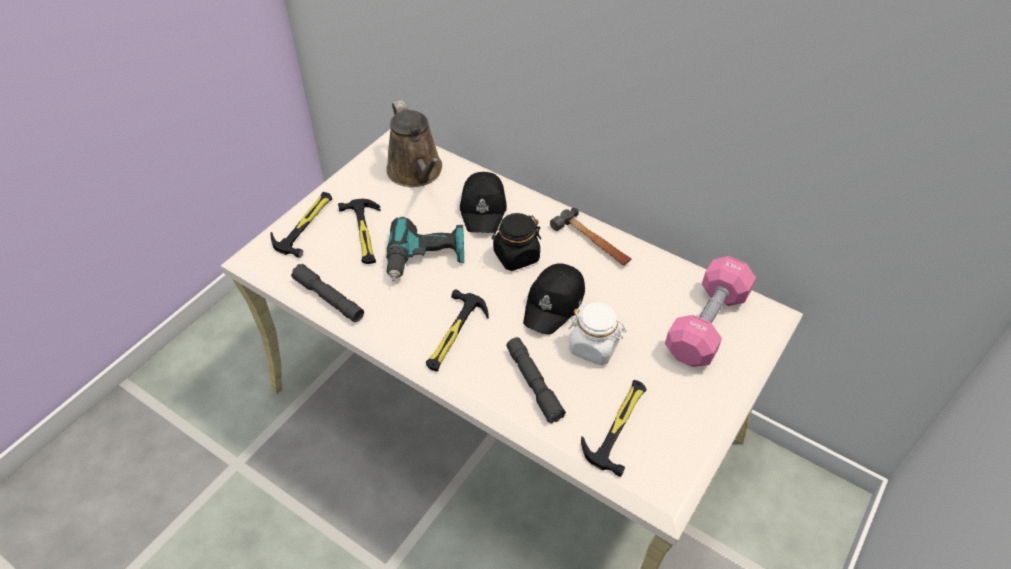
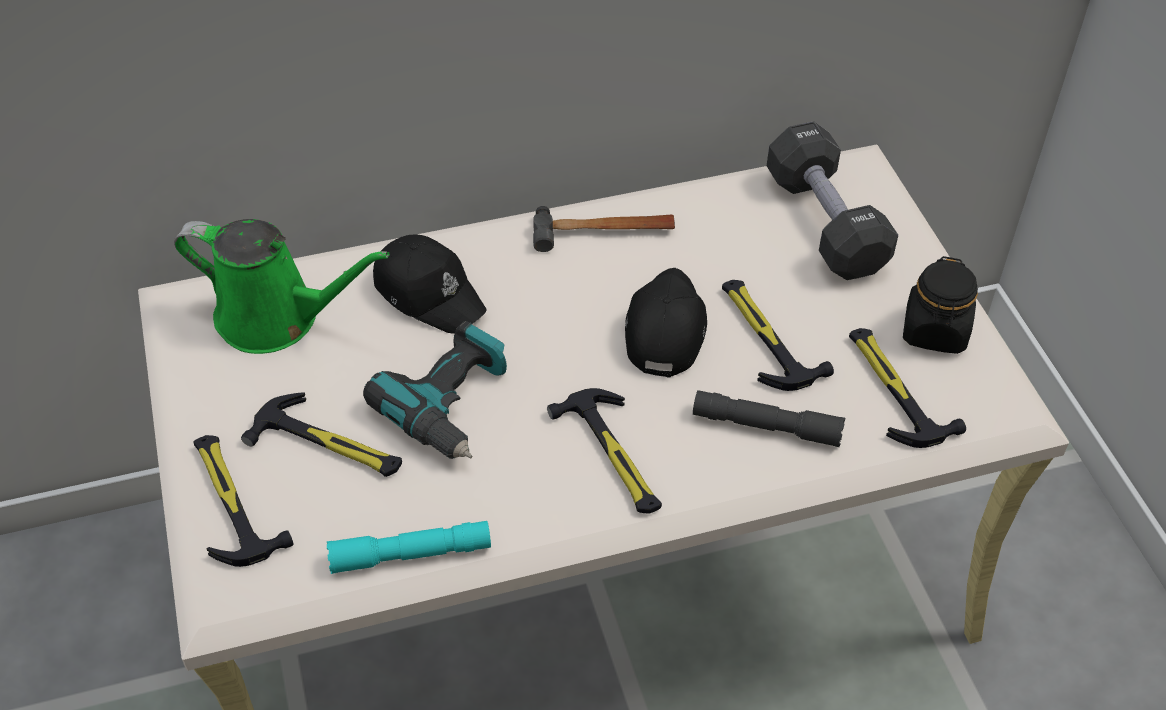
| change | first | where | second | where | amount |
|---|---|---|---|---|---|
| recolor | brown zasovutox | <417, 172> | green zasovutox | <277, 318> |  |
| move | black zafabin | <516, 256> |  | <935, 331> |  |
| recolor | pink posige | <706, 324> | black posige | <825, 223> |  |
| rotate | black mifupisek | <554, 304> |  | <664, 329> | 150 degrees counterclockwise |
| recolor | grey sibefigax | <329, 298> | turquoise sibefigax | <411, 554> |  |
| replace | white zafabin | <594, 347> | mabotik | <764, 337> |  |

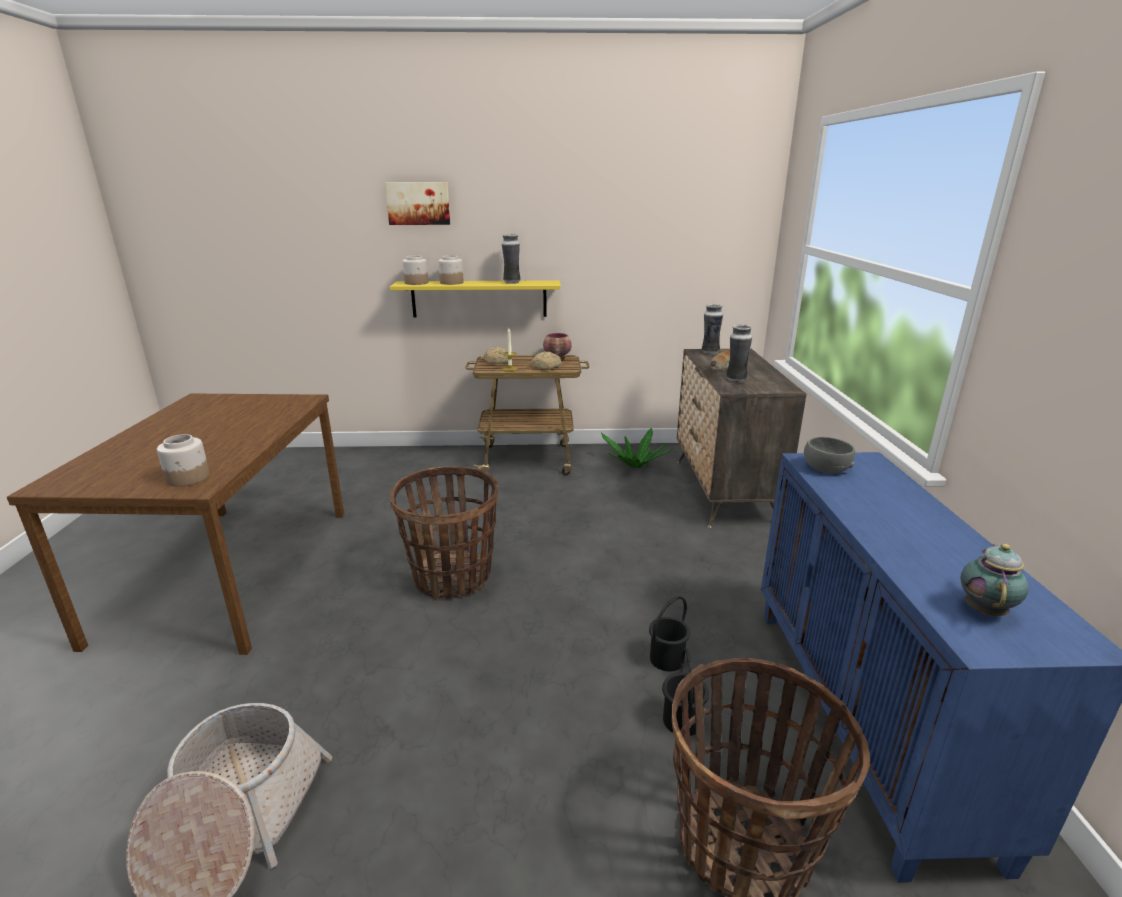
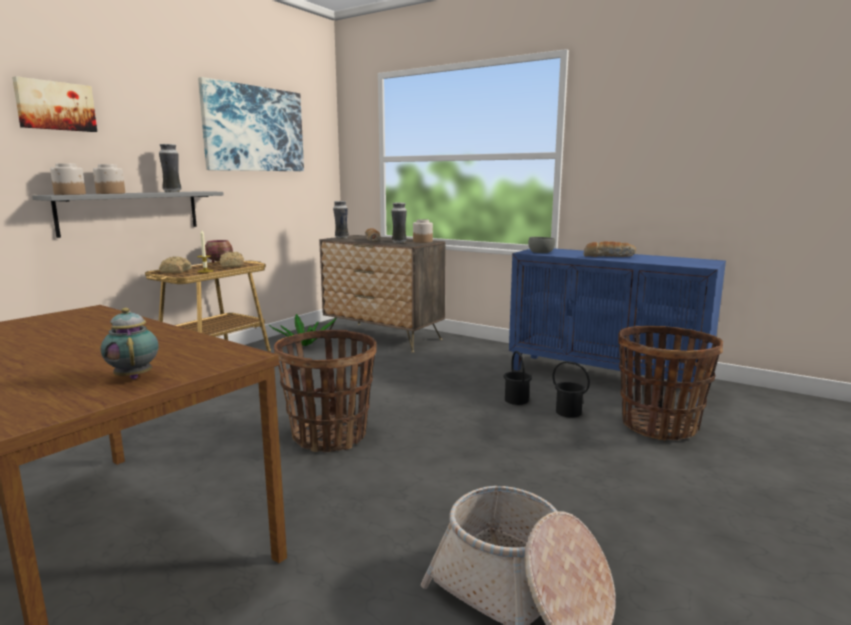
| change | first | where | second | where | amount |
|---|---|---|---|---|---|
| recolor | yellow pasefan | <479, 299> | grey pasefan | <131, 212> |  |
| move | zafabin | <188, 478> |  | <423, 241> |  |
| move | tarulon | <984, 609> |  | <134, 376> |  |
| insert |  |  | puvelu | <254, 129> |  |
| insert |  |  | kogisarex | <608, 256> |  |

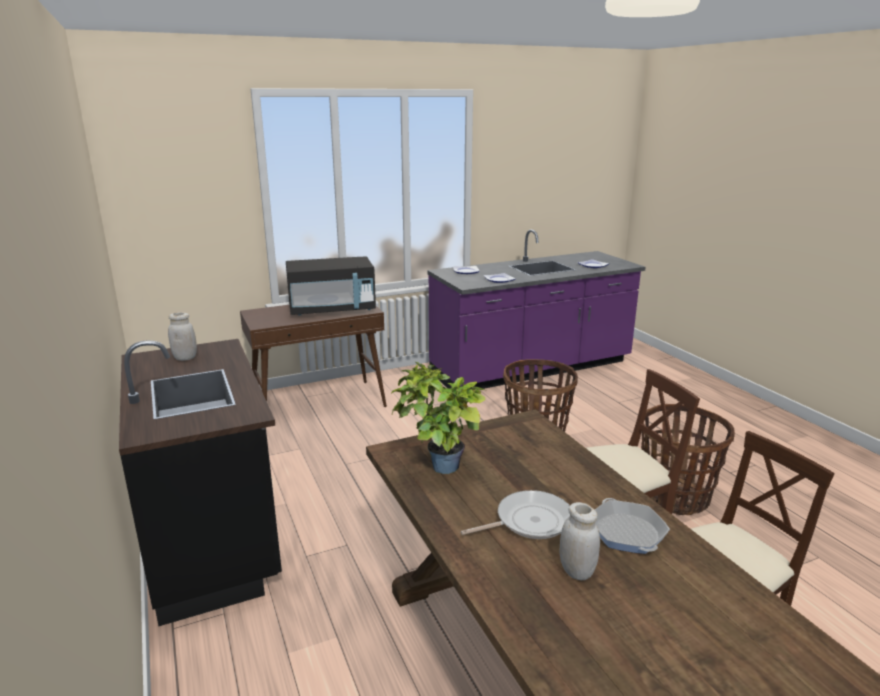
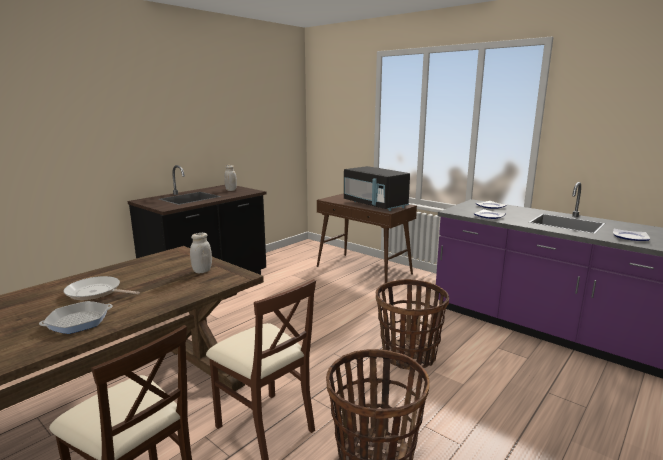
| change | first | where | second | where | amount |
|---|---|---|---|---|---|
| delete | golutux | <437, 469> |  |  |  |
| rotate | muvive | <529, 521> |  | <96, 292> | 150 degrees clockwise |
| move | white zafabin | <576, 571> |  | <202, 271> |  |

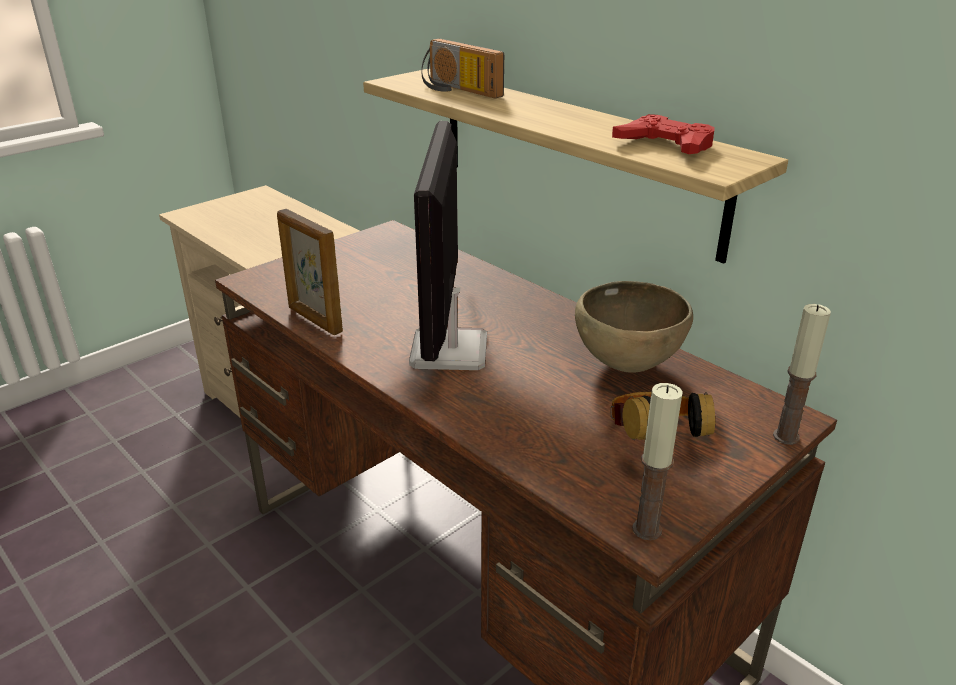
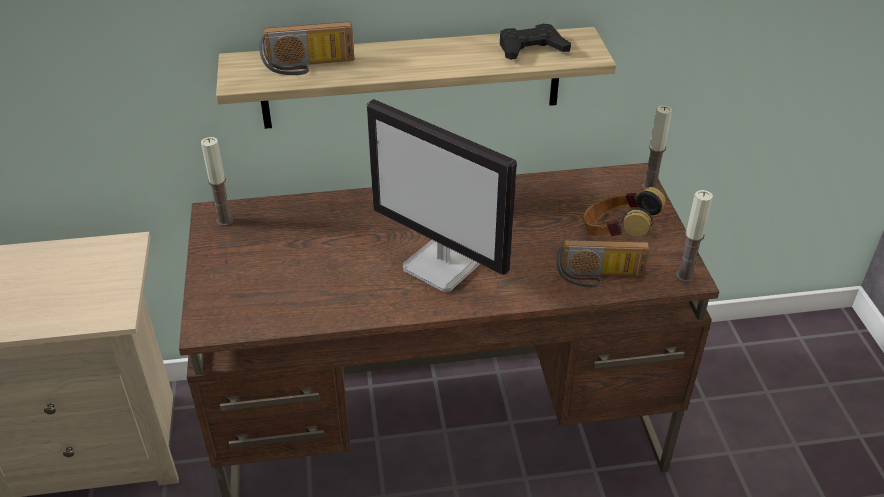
| change | first | where | second | where | amount |
|---|---|---|---|---|---|
| recolor | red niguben | <665, 145> | black niguben | <531, 49> |  |
| delete | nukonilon | <314, 320> |  |  |  |
| delete | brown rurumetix | <628, 365> |  |  |  |
| insert |  |  | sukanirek | <224, 220> |  |
| insert |  |  | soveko | <599, 277> |  |

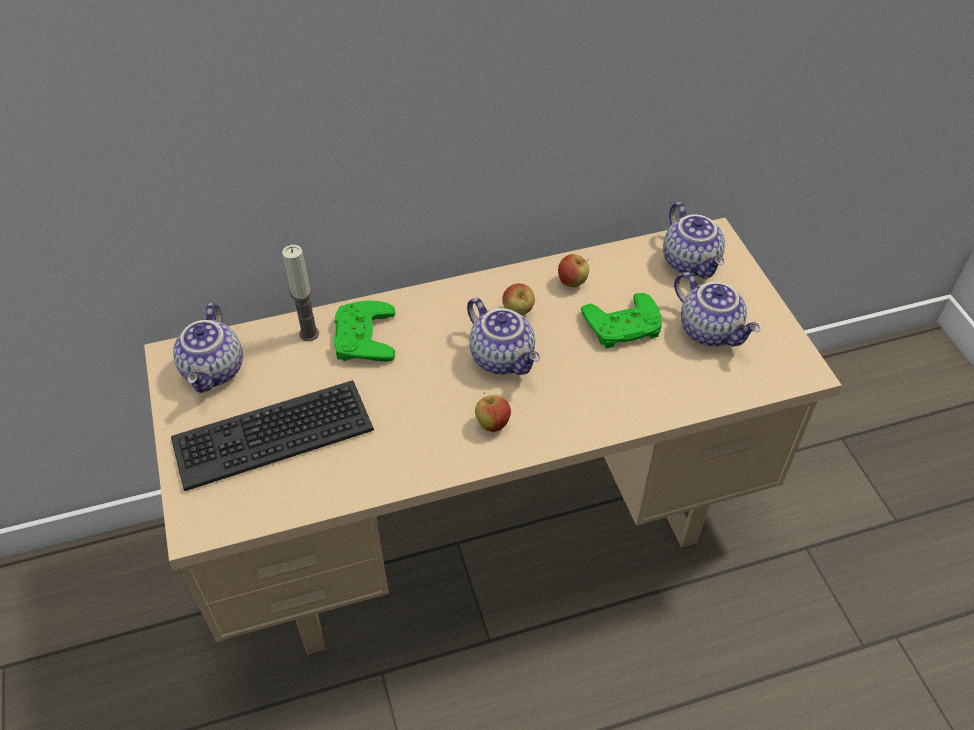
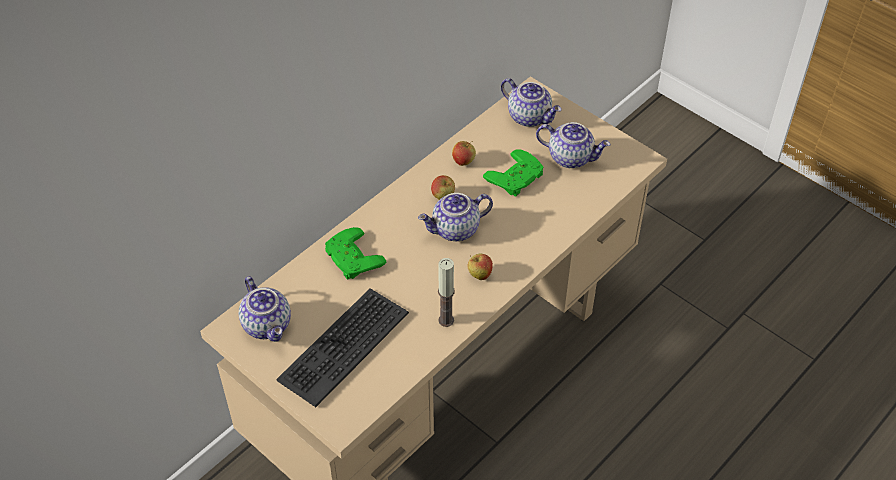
| change | first | where | second | where | amount |
|---|---|---|---|---|---|
| move | sukanirek | <309, 333> |  | <446, 320> |  |
| rotate | tarulon | <503, 358> |  | <455, 230> | 135 degrees clockwise |

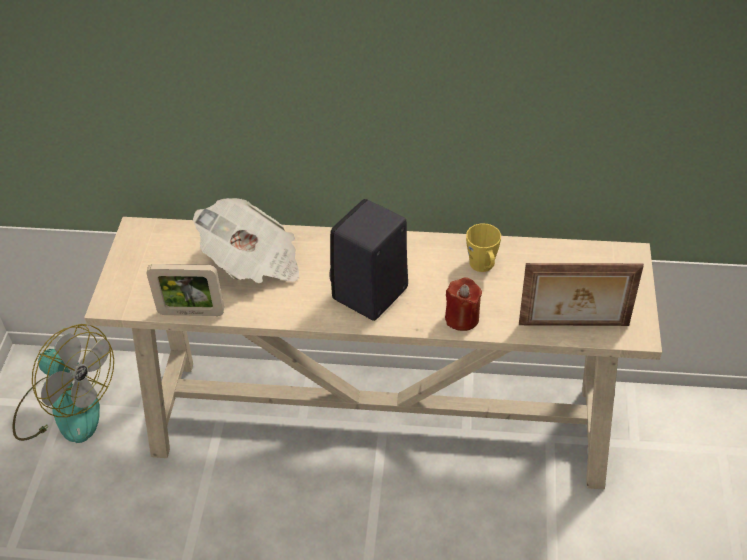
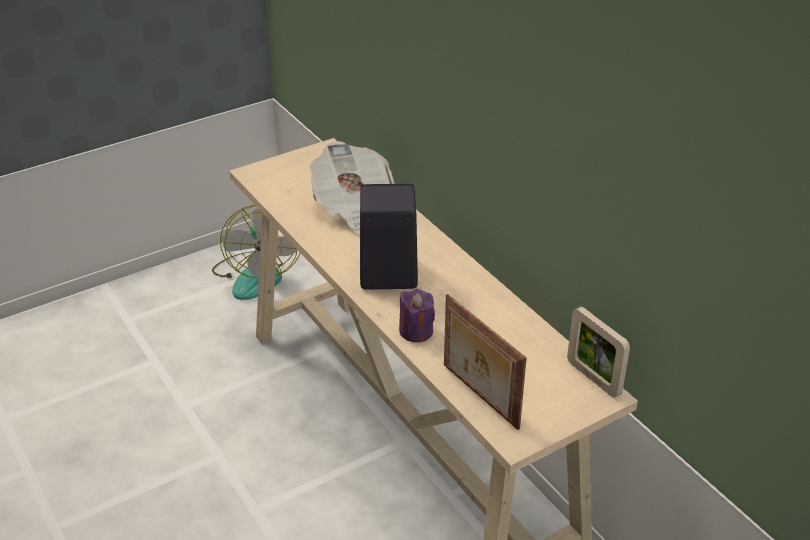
| change | first | where | second | where | amount |
|---|---|---|---|---|---|
| delete | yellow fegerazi | <483, 266> |  |  |  |
| move | nukonilon | <191, 312> |  | <593, 378> |  |
| recolor | red sukanirek | <462, 318> | purple sukanirek | <416, 331> |  |

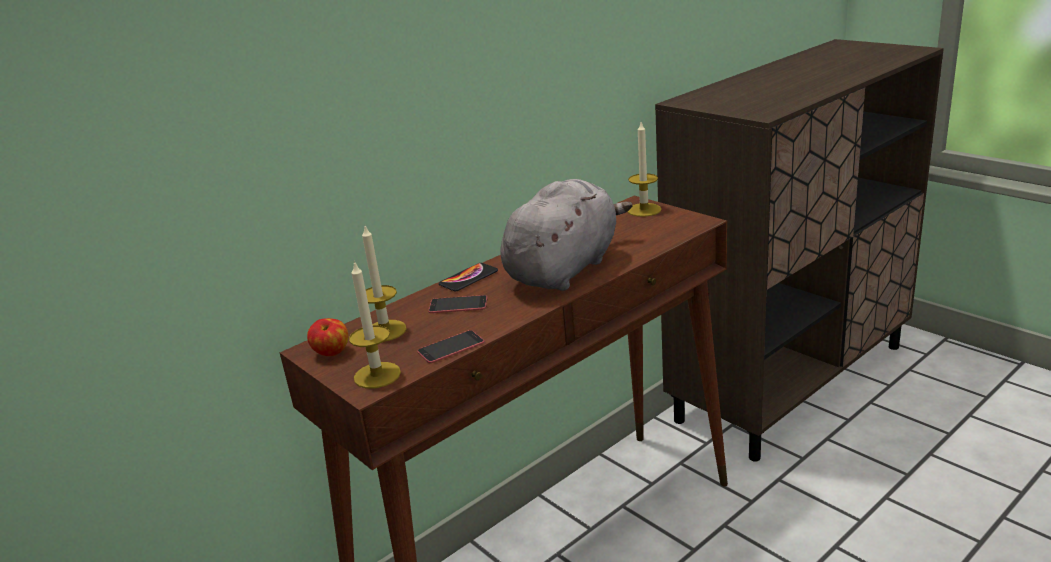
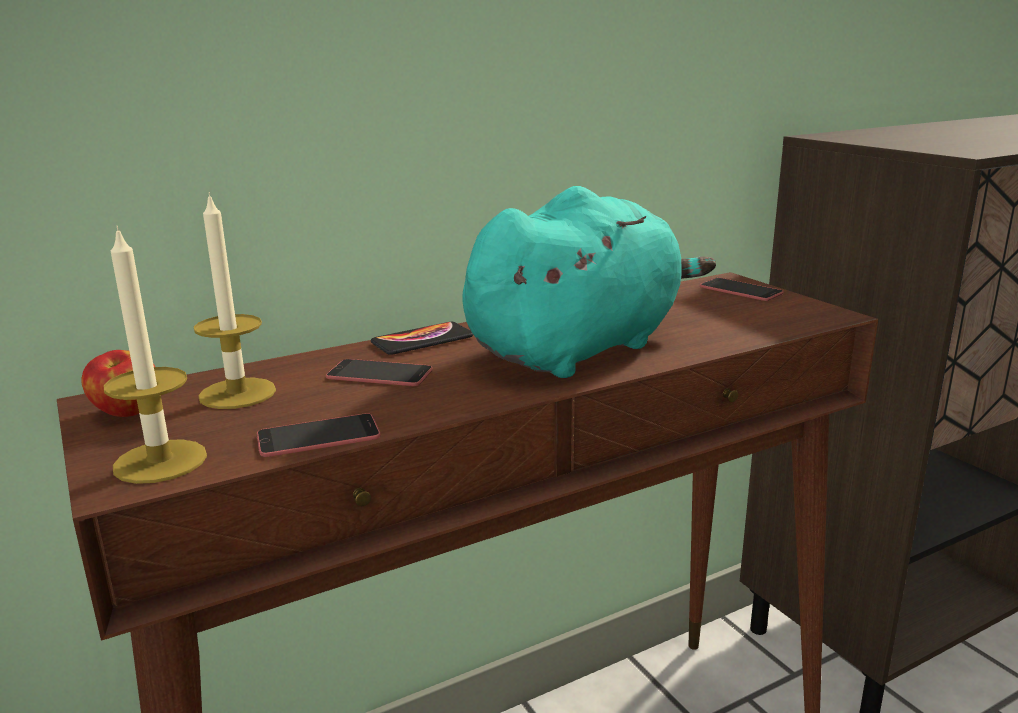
| change | first | where | second | where | amount |
|---|---|---|---|---|---|
| replace | sukanirek | <644, 210> | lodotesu | <740, 290> |  |
| recolor | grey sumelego | <564, 269> | turquoise sumelego | <580, 348> |  |

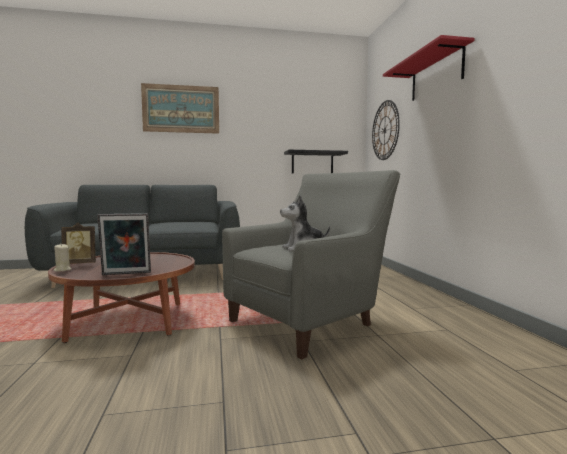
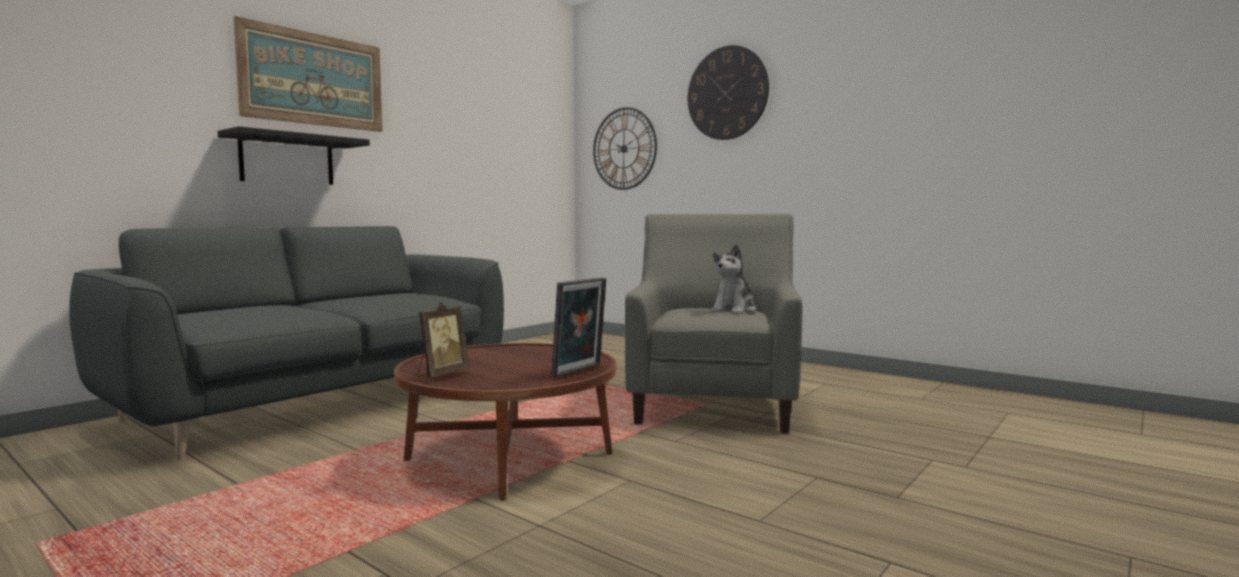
| change | first | where | second | where | amount |
|---|---|---|---|---|---|
| replace | red pasefan | <436, 75> | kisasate | <727, 93> |  |
| move | black pasefan | <312, 163> |  | <287, 160> |  |
| delete | beige sukanirek | <62, 270> |  |  |  |

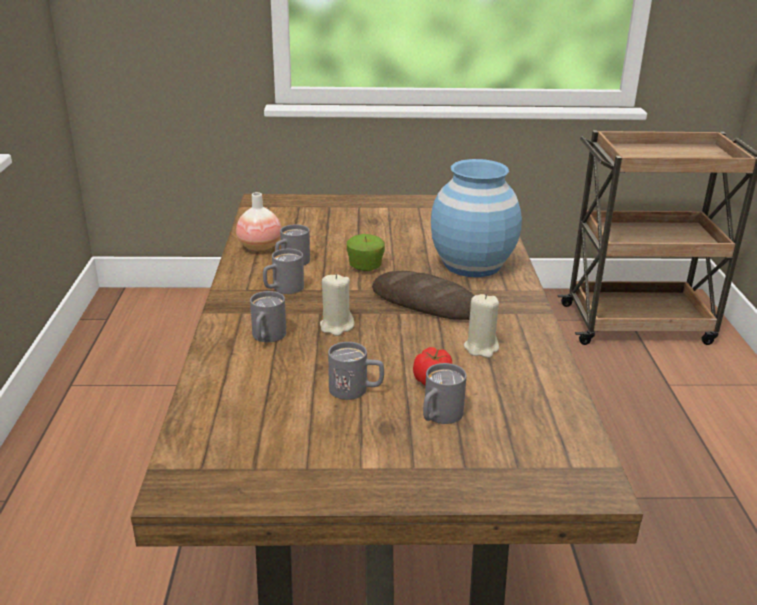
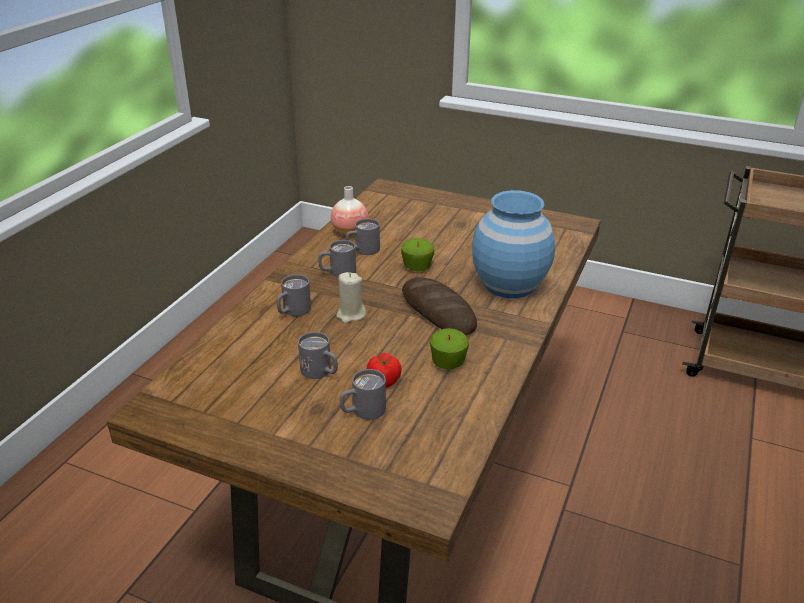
| change | first | where | second | where | amount |
|---|---|---|---|---|---|
| replace | beige sukanirek | <481, 348> | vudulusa | <448, 363> |  |

